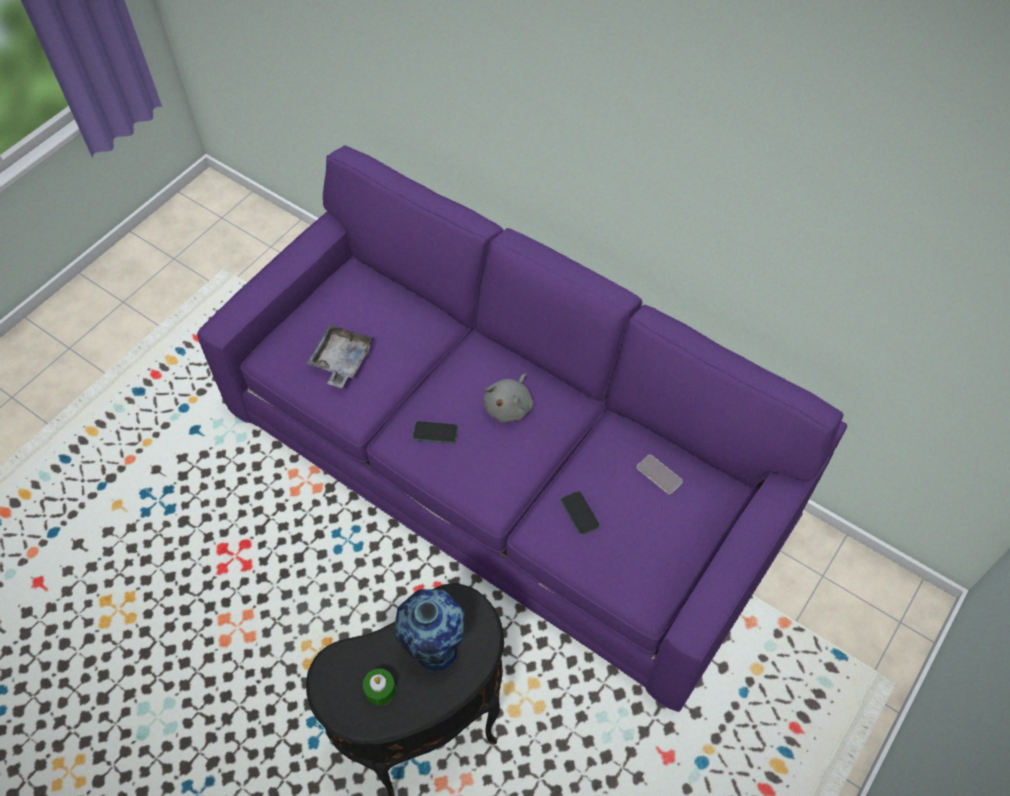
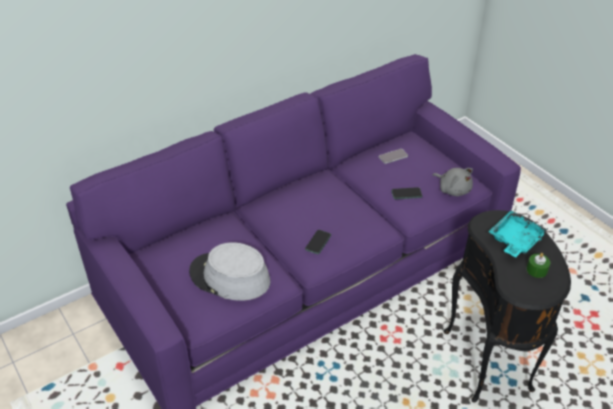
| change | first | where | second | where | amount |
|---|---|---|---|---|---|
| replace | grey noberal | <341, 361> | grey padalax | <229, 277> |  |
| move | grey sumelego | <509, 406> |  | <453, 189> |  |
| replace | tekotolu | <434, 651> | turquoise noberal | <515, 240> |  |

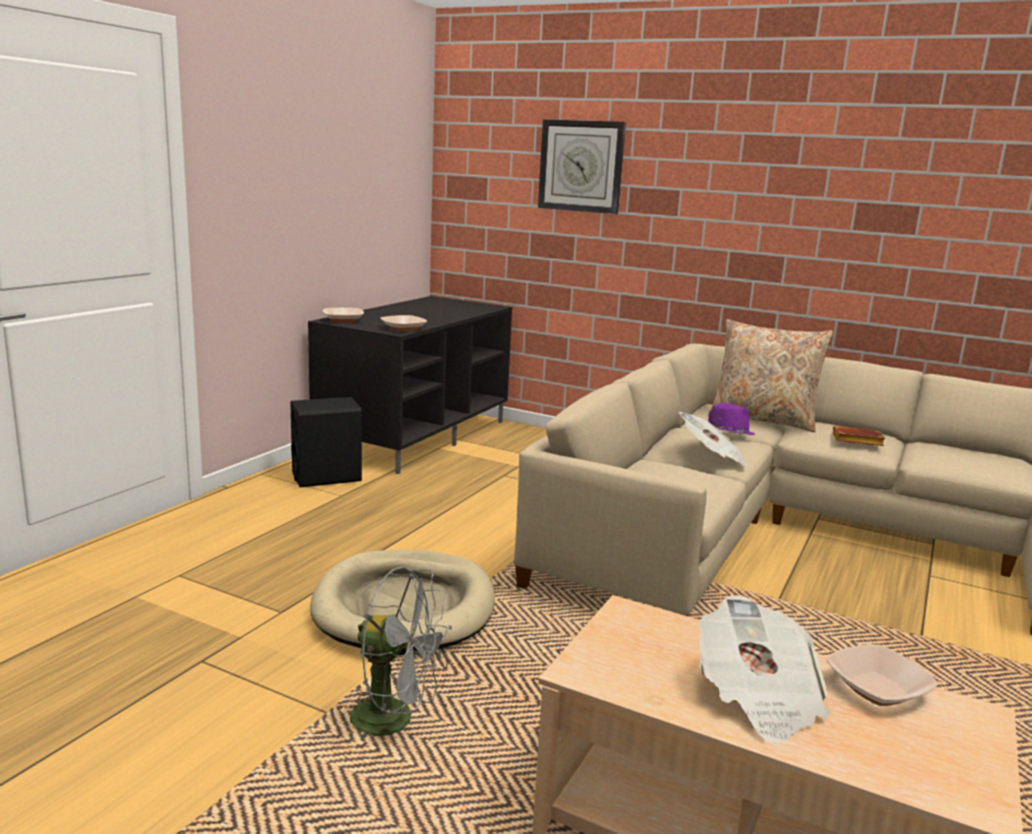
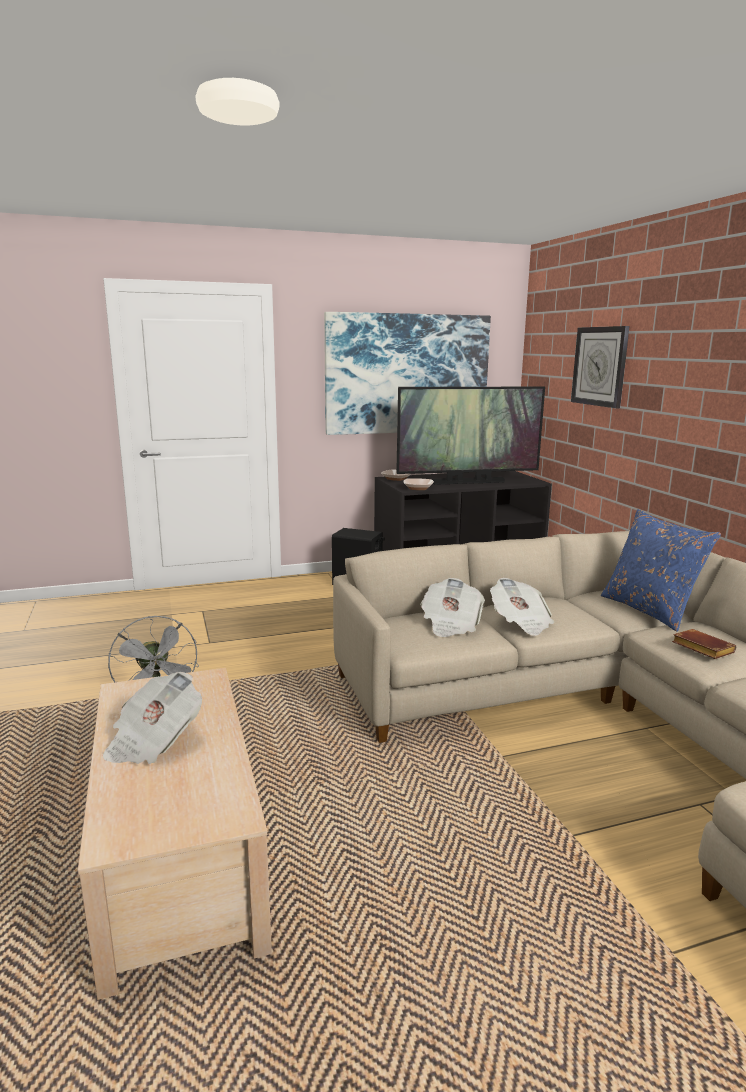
| change | first | where | second | where | amount |
|---|---|---|---|---|---|
| recolor | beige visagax | <763, 420> | blue visagax | <650, 610> |  |
| delete | purple padalax | <727, 434> |  |  |  |
| delete | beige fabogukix | <405, 607> |  |  |  |
| delete | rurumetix | <877, 689> |  |  |  |
| insert |  |  | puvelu | <407, 374> |  |
| insert |  |  | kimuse | <467, 481> |  |
| insert |  |  | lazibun | <450, 624> |  |

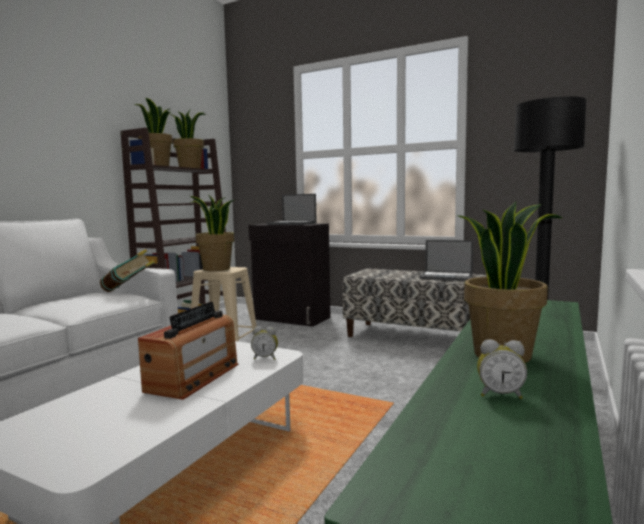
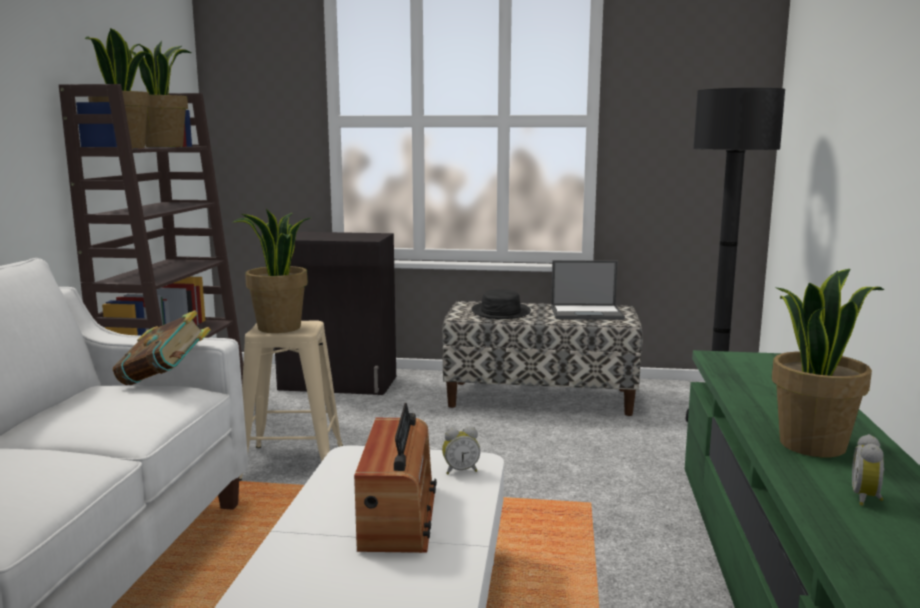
| change | first | where | second | where | amount |
|---|---|---|---|---|---|
| delete | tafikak | <292, 224> |  |  |  |
| rotate | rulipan | <500, 394> |  | <867, 498> | 120 degrees clockwise |
| insert |  |  | black padalax | <500, 312> |  |

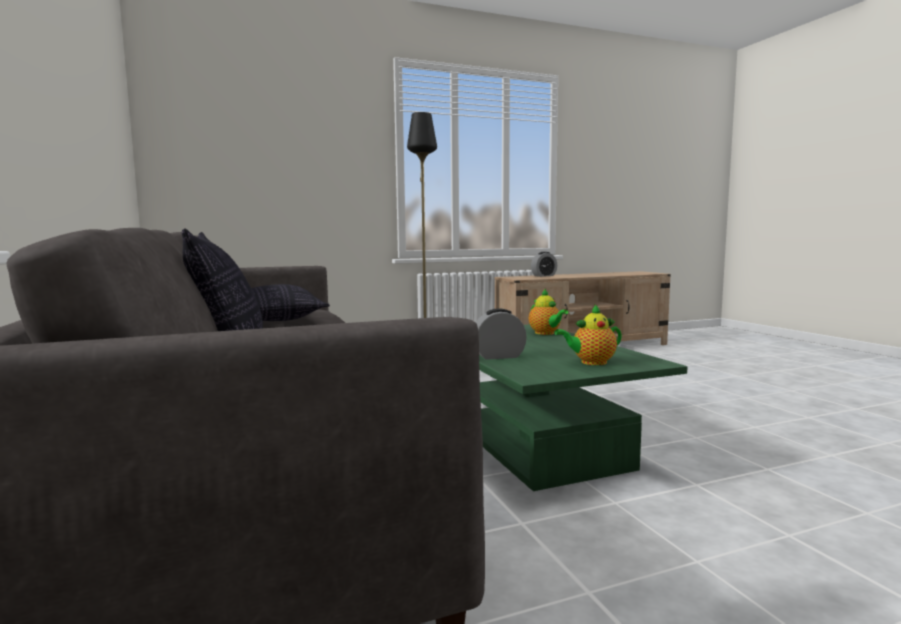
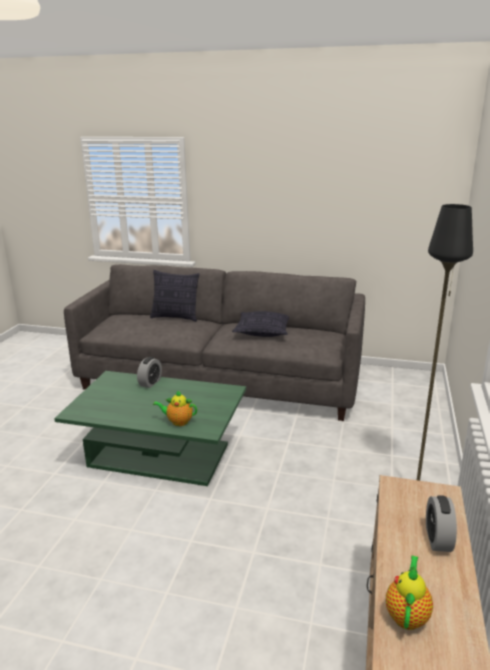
| change | first | where | second | where | amount |
|---|---|---|---|---|---|
| move | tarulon | <591, 362> |  | <407, 614> |  |

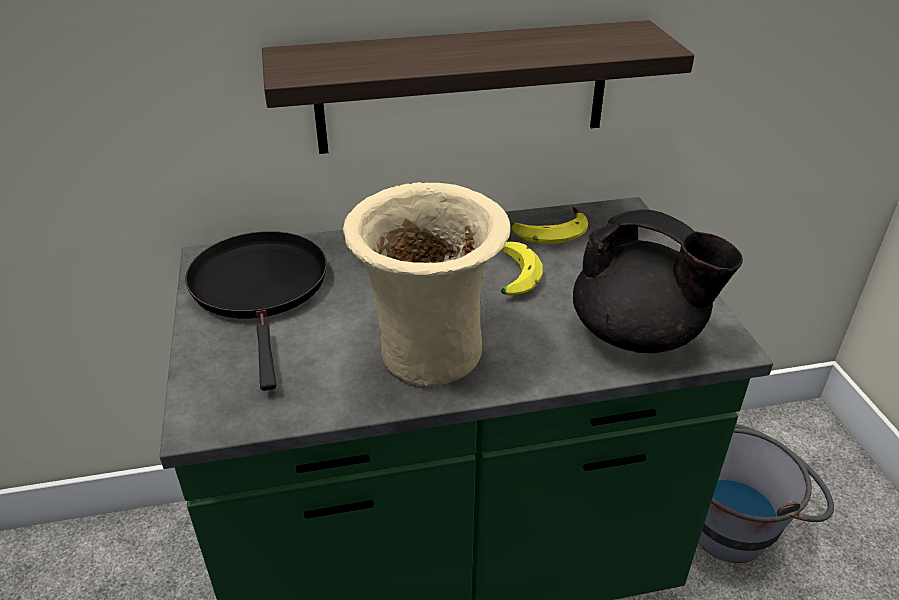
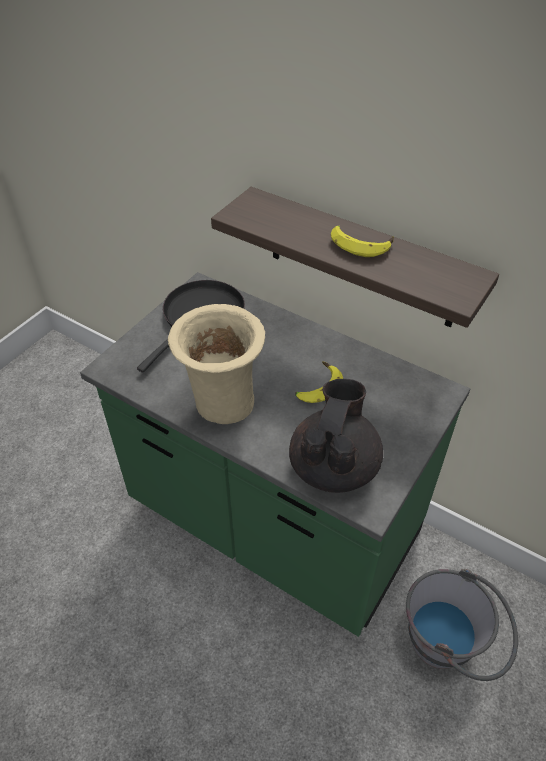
| change | first | where | second | where | amount |
|---|---|---|---|---|---|
| move | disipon | <549, 231> |  | <361, 244> |  |
| rotate | black tarulon | <638, 334> |  | <334, 466> | 150 degrees counterclockwise |

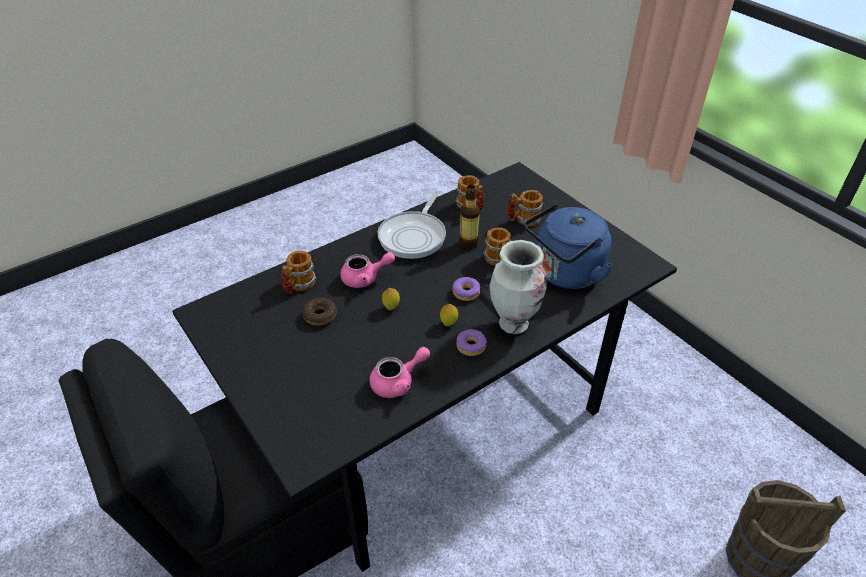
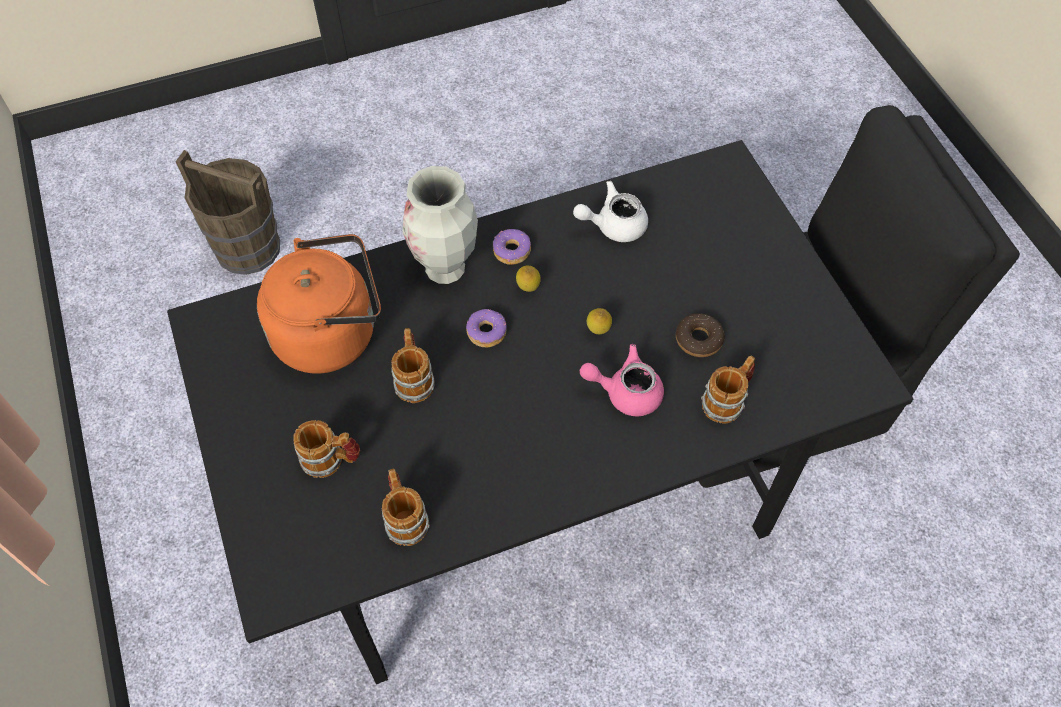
| change | first | where | second | where | amount |
|---|---|---|---|---|---|
| delete | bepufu | <468, 243> |  |  |  |
| delete | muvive | <414, 236> |  |  |  |
| recolor | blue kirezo | <565, 274> | orange kirezo | <332, 333> |  |
| recolor | pink tarulon | <398, 382> | white tarulon | <613, 225> |  |

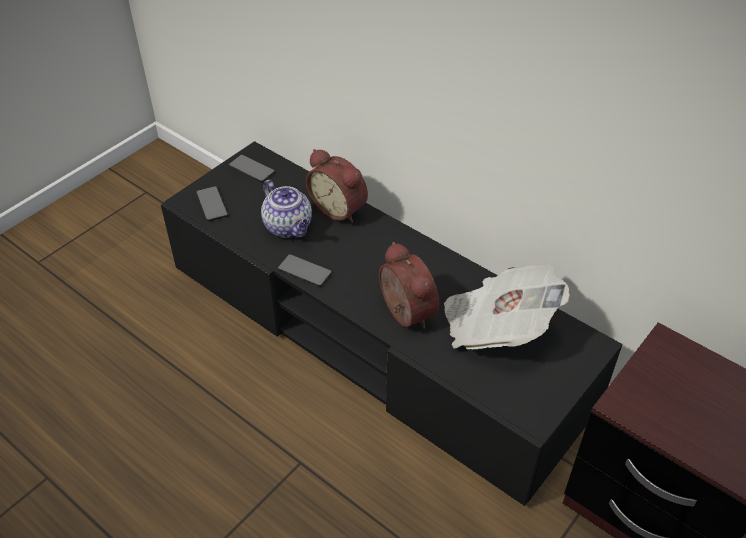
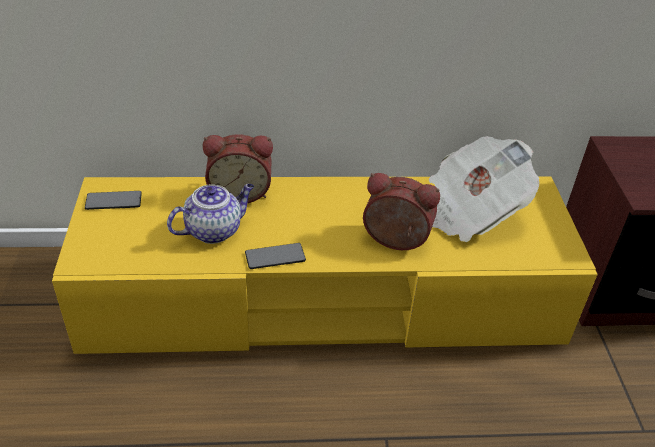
| change | first | where | second | where | amount |
|---|---|---|---|---|---|
| recolor | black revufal | <373, 335> | yellow revufal | <323, 299> |  |
| rotate | tarulon | <289, 227> |  | <214, 230> | 45 degrees counterclockwise |
| delete | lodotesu | <212, 204> |  |  |  |

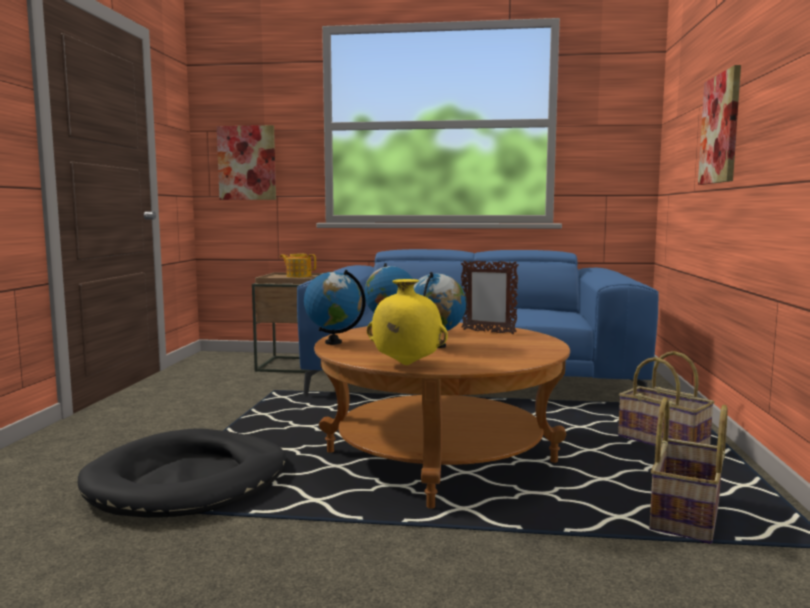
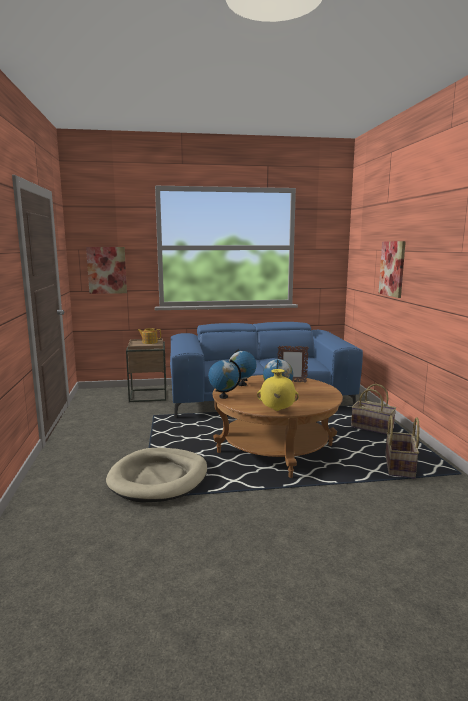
| change | first | where | second | where | amount |
|---|---|---|---|---|---|
| recolor | black fabogukix | <188, 481> | beige fabogukix | <159, 478> |  |

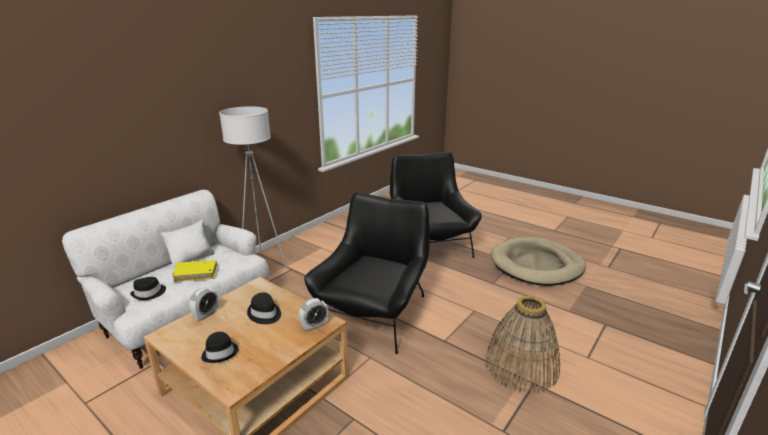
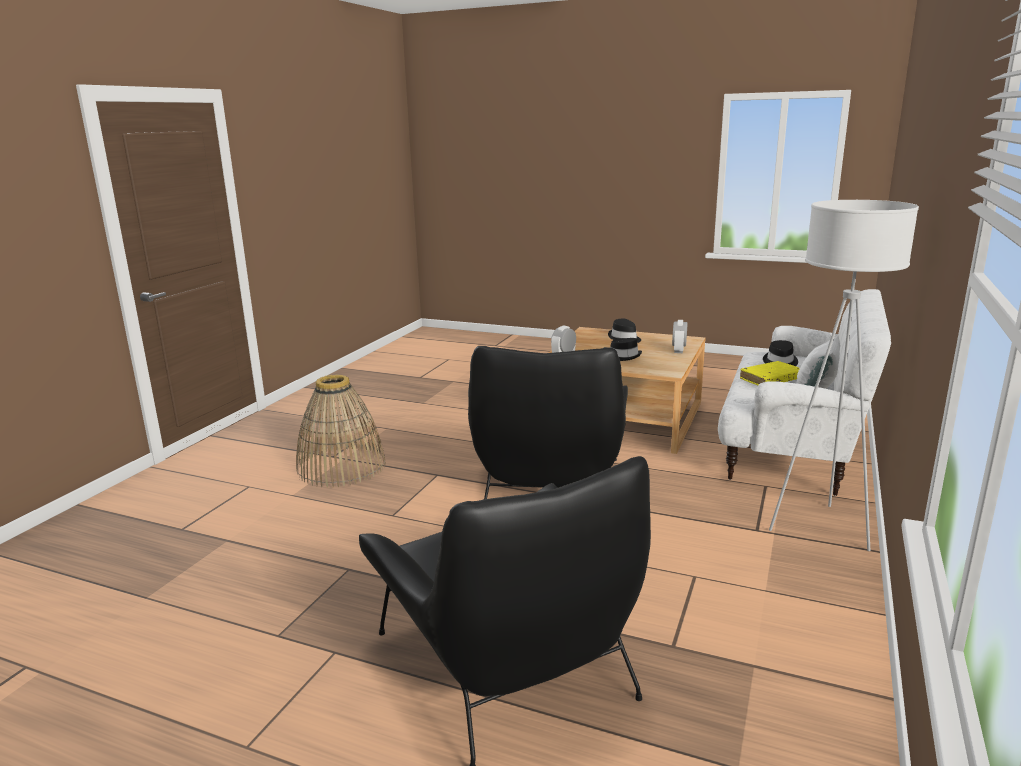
| change | first | where | second | where | amount |
|---|---|---|---|---|---|
| delete | beige fabogukix | <536, 265> |  |  |  |

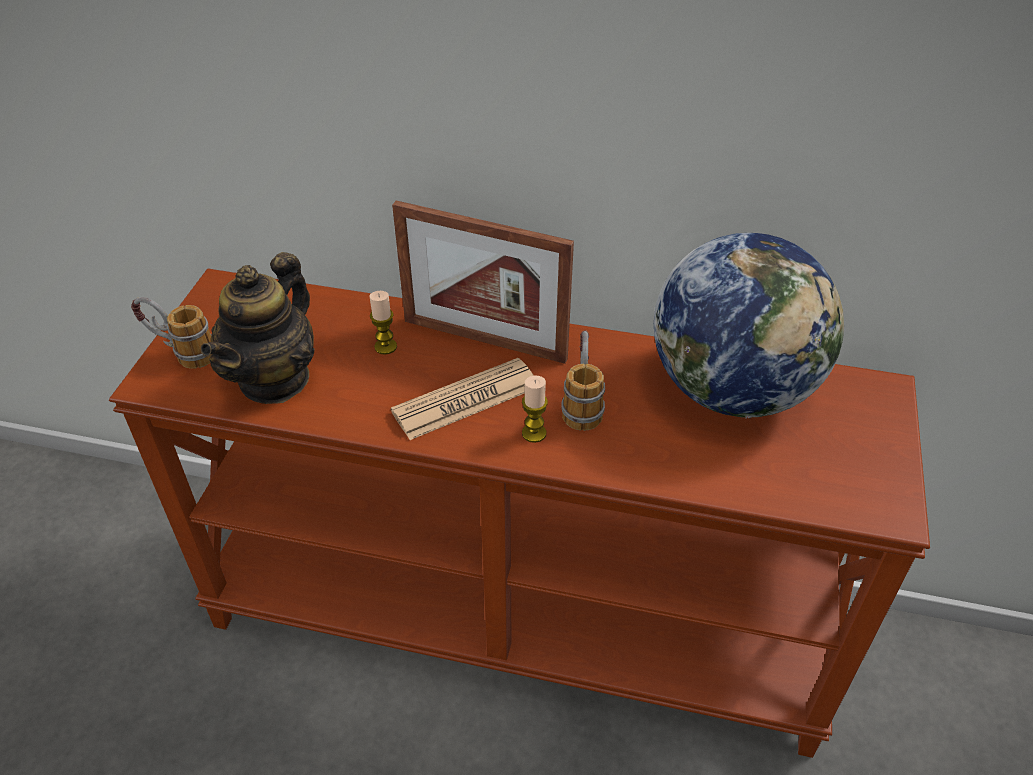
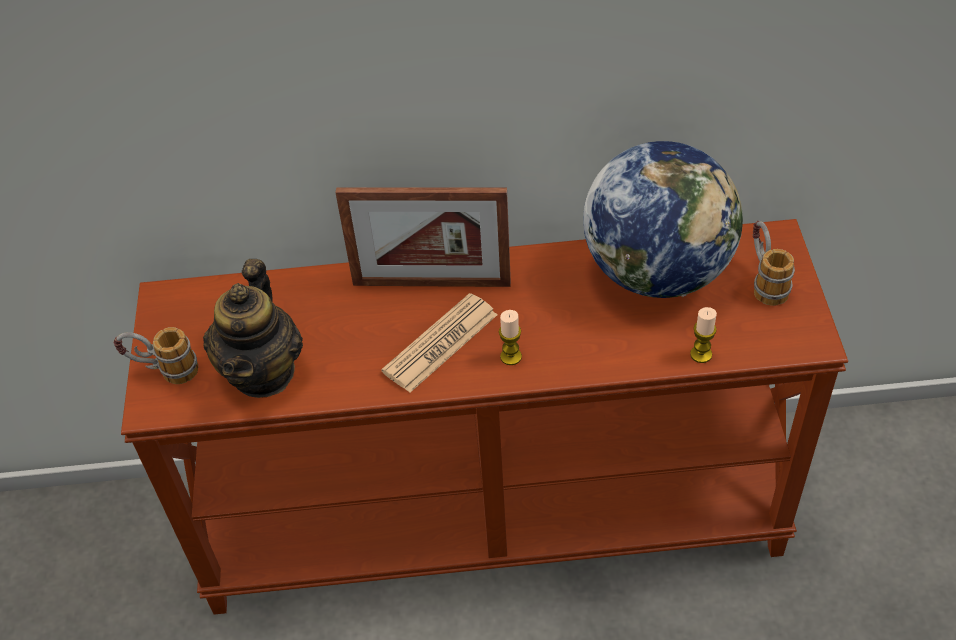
| change | first | where | second | where | amount |
|---|---|---|---|---|---|
| move | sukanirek | <385, 347> |  | <701, 354> |  |
| move | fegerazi | <582, 402> |  | <764, 281> |  |

